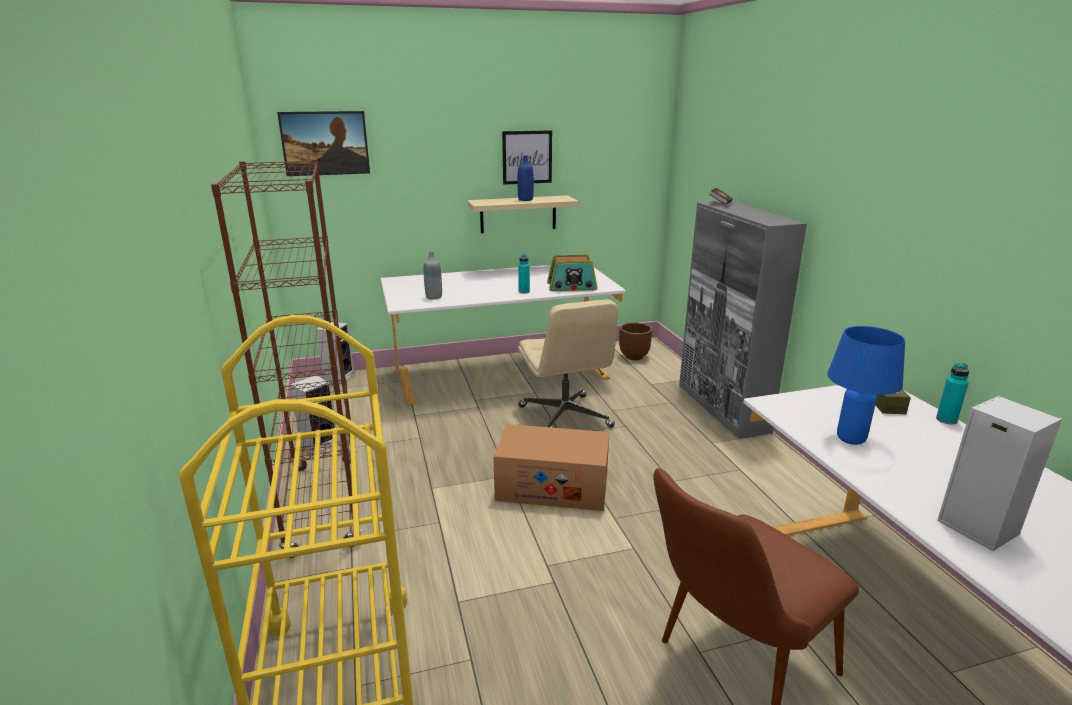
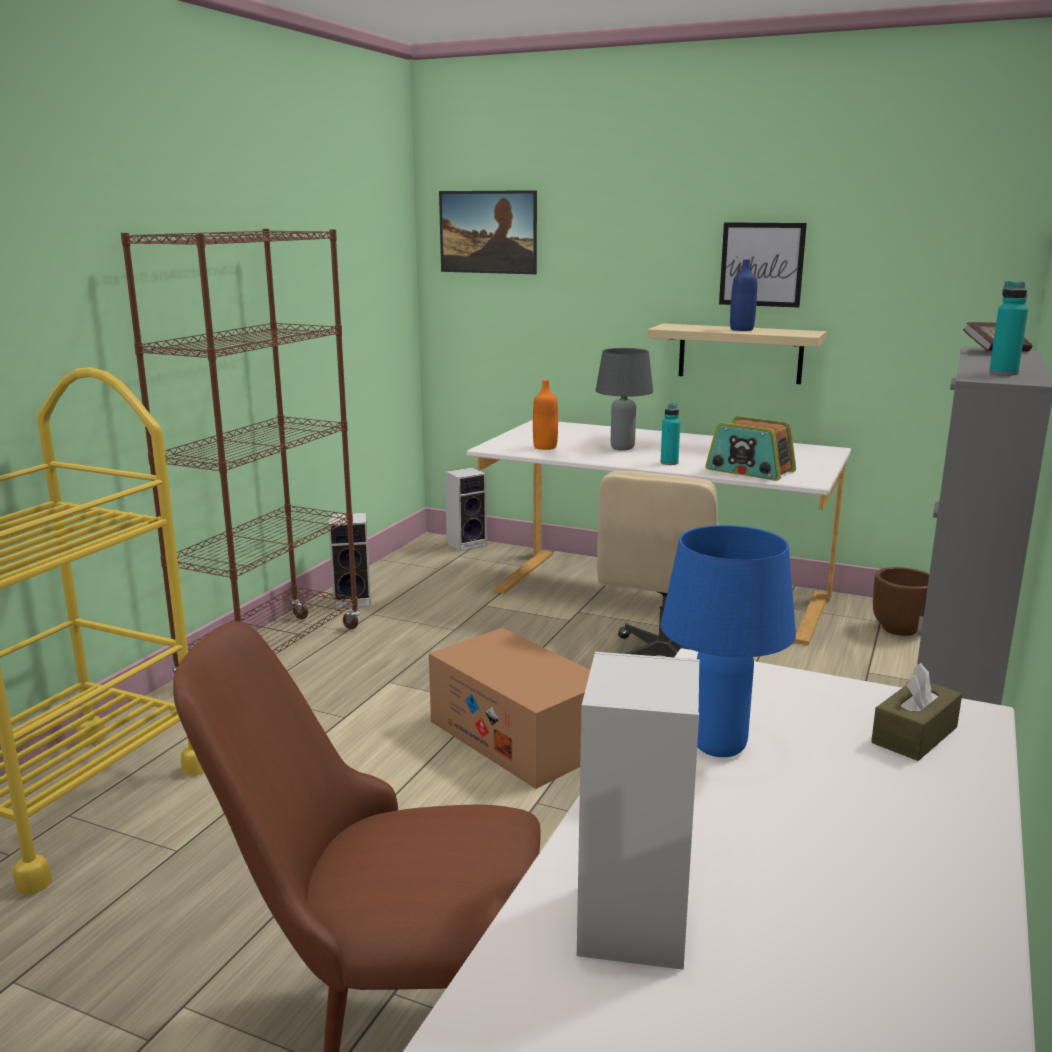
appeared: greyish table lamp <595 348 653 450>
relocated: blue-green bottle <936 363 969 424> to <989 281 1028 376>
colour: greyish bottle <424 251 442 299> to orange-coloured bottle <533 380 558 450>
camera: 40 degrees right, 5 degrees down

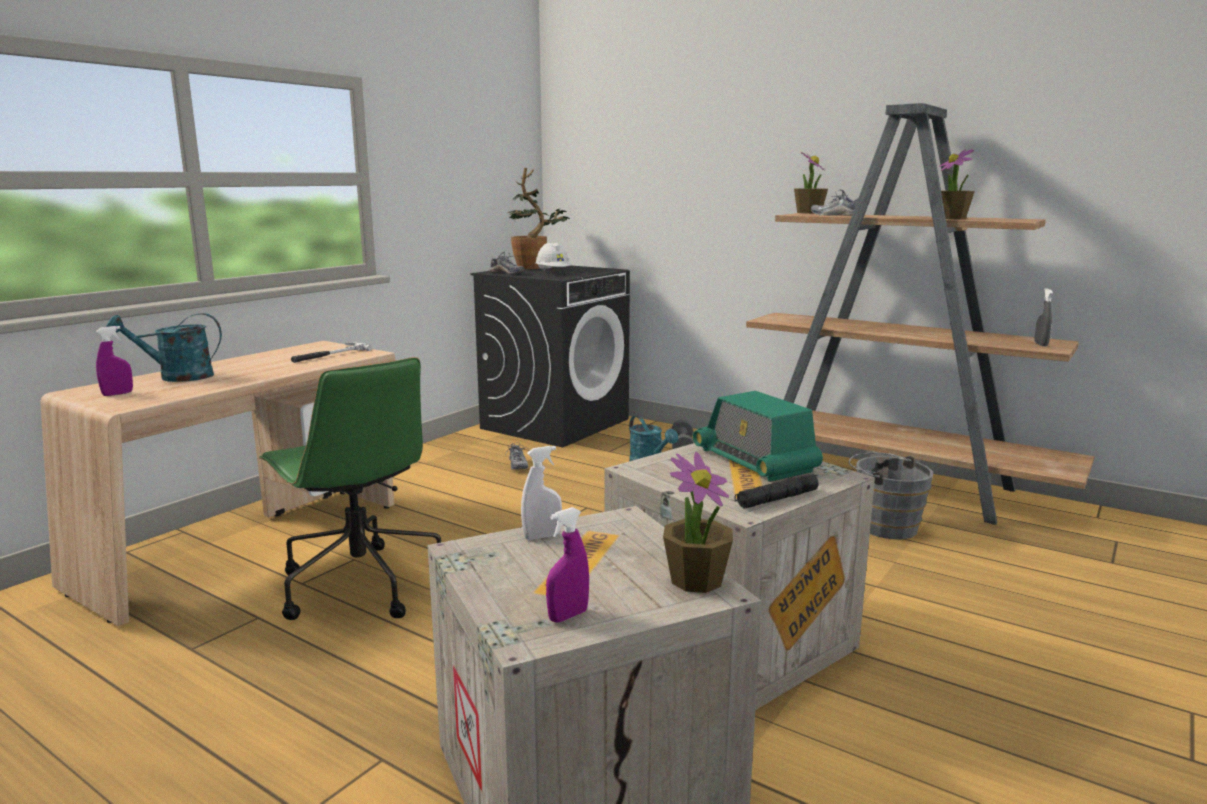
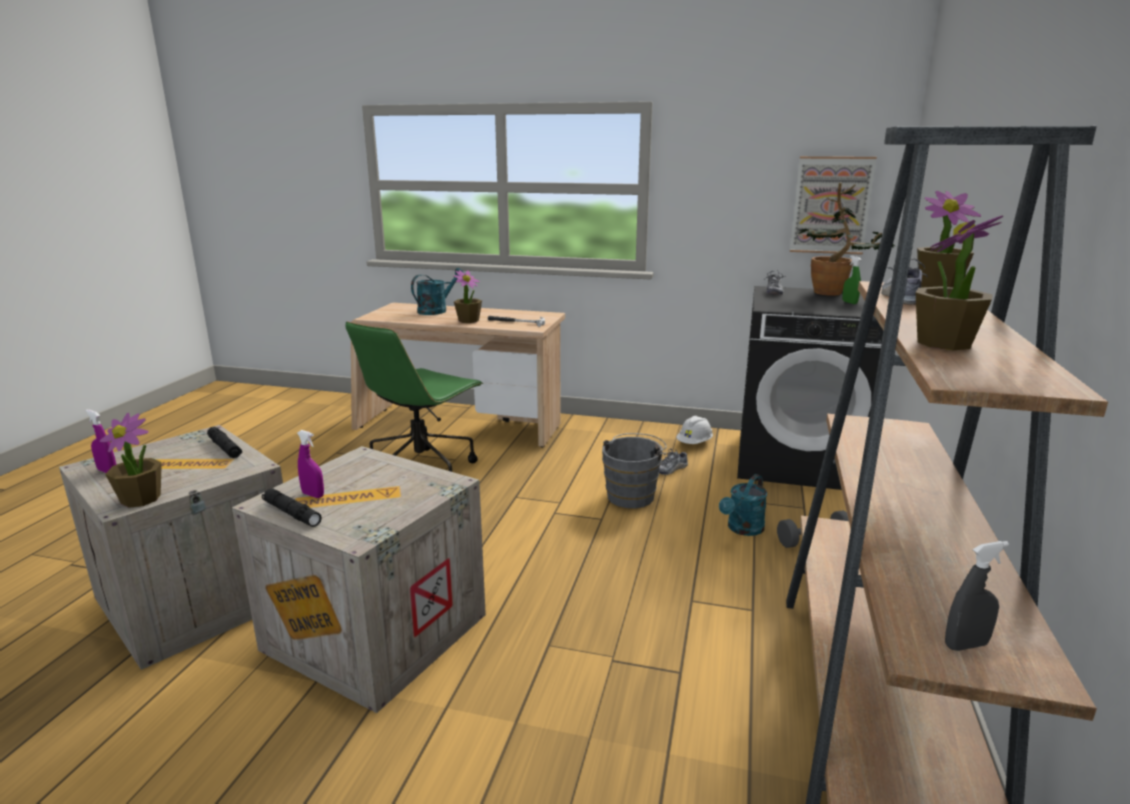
missing: radio <693 391 823 482>
appeared: potted plant <453 270 482 323>; wall picture <790 156 877 255>; greenish spray bottle <842 256 861 304>
relocated: purple spray bottle <96 326 133 396> to <297 430 324 498>; white hard hat <535 243 572 271> to <676 416 713 444>; greyish pail <849 453 933 539> to <602 433 667 508>
exchanged: white spray bottle <521 446 562 540> to black flashlight <207 427 242 458>
spun: blue-green watering can <106 313 222 382> = <411 268 464 315> 75 degrees clockwise
camera: 70 degrees right, 5 degrees up

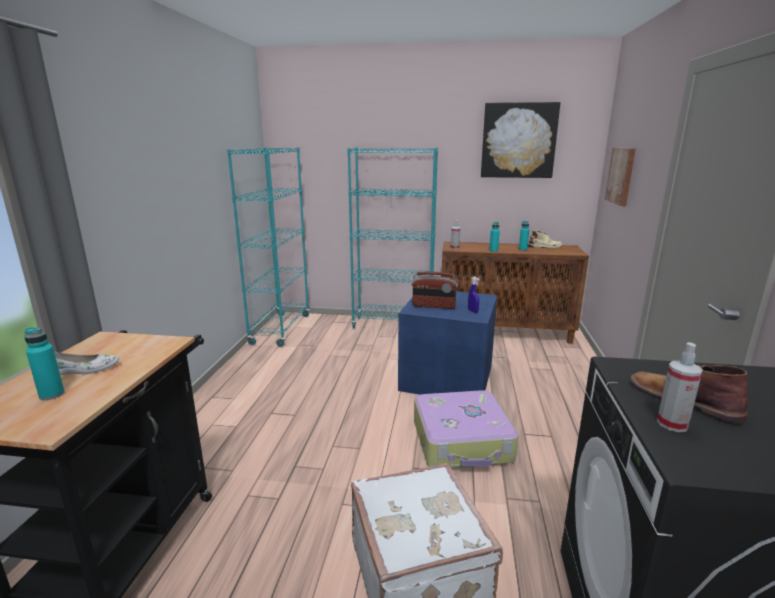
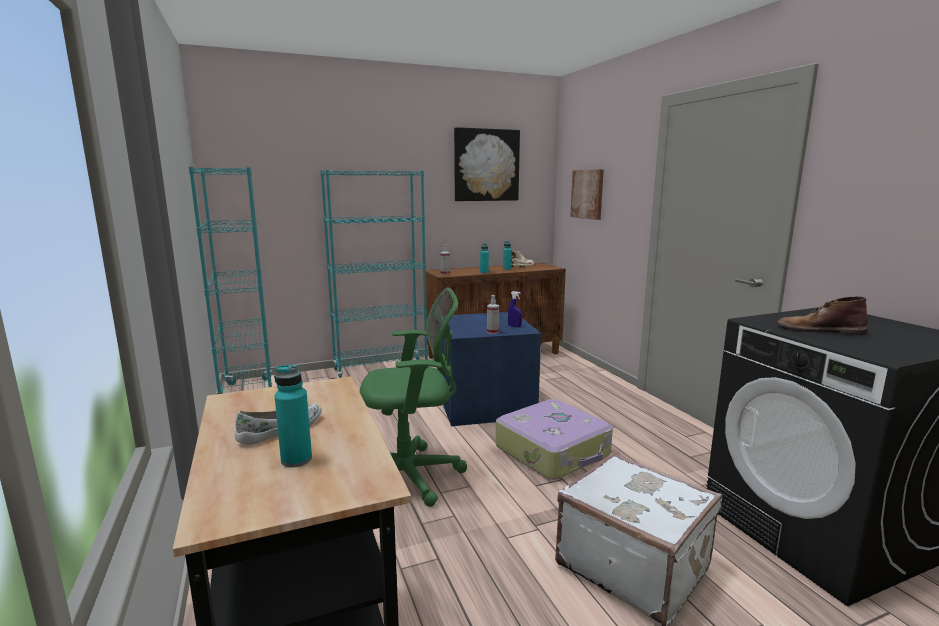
missing: radio <412 272 458 309>
appeared: greenish desk chair <360 287 467 507>
relocated: spray bottle <657 342 703 432> to <487 295 499 334>
camera: 30 degrees left, 5 degrees down

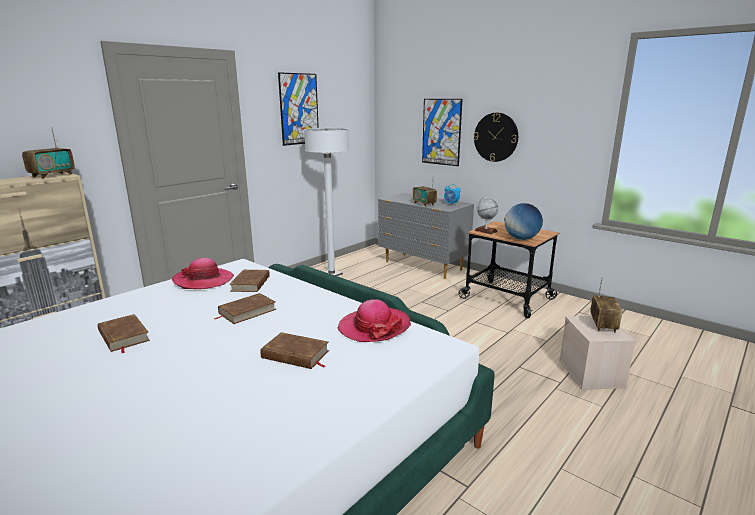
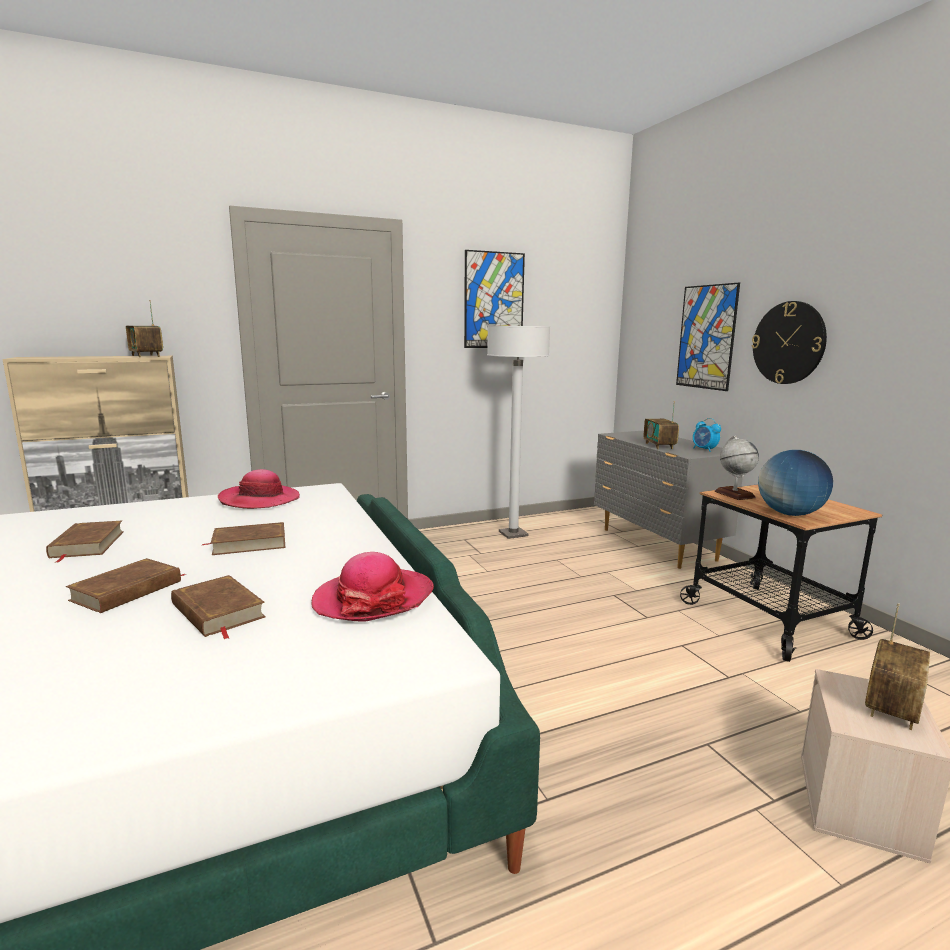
relocated: brownish volume <229 270 270 292> to <66 558 187 613>
spun: radio <22 127 75 179> = <126 300 163 357> 90 degrees clockwise
camera: 25 degrees right, 5 degrees down

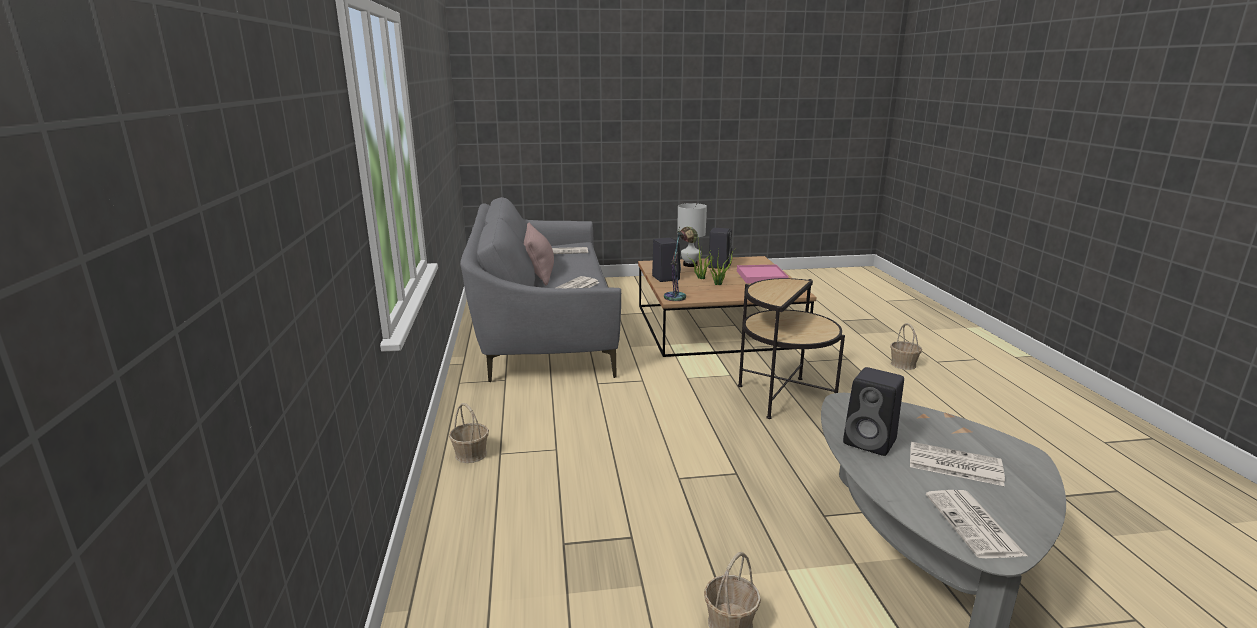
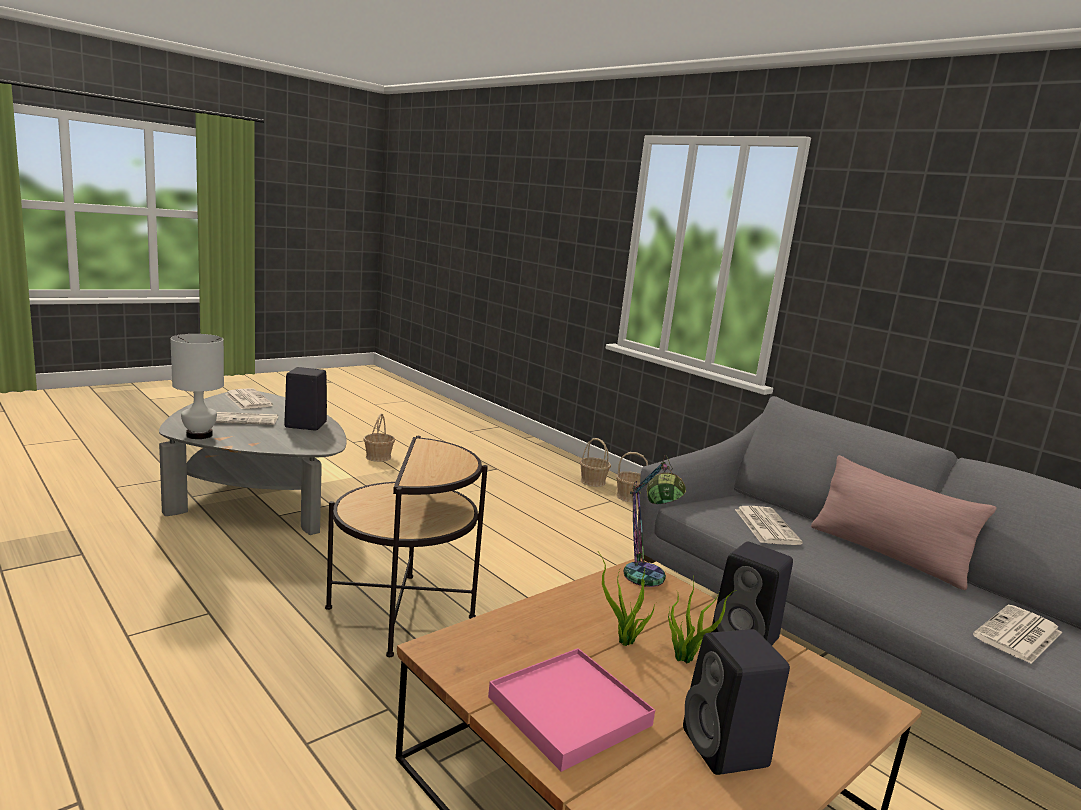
relocated: white table lamp <677 203 707 267> to <170 334 224 439>; household basket <890 323 922 370> to <580 438 611 487>
camera: 145 degrees right, 5 degrees down

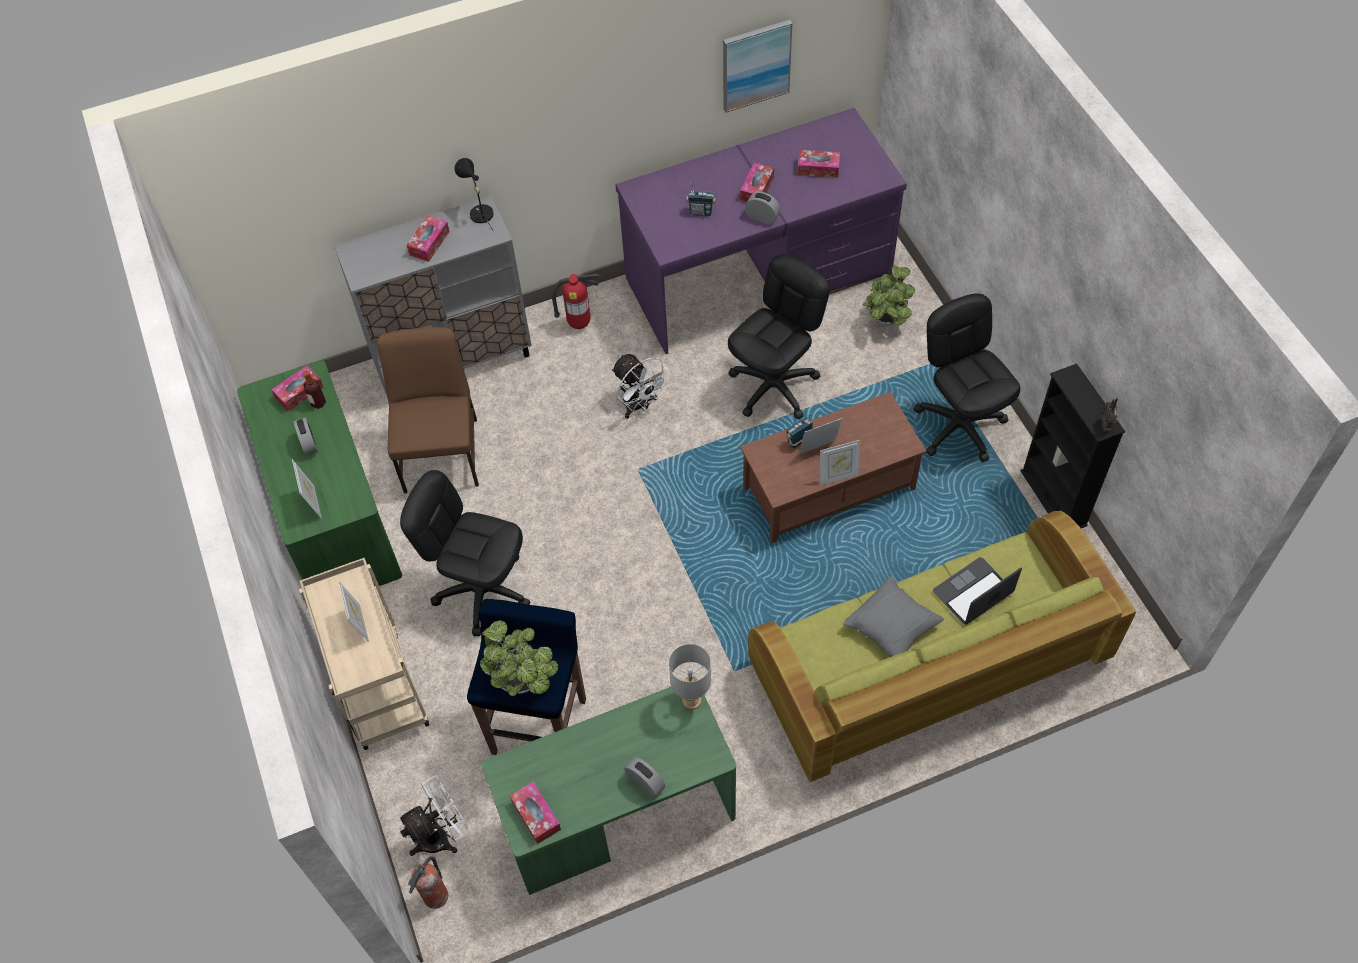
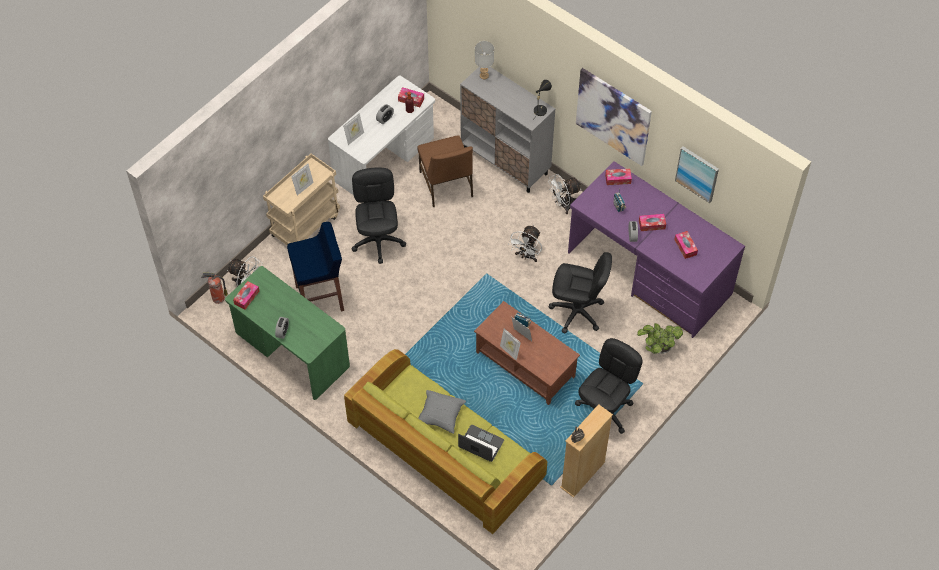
missing: potted plant <480 620 558 696>
appeared: wall picture <576 68 652 166>
relocated: box of tissues <406 215 450 262> to <605 169 632 185>; greyish table lamp <669 644 711 710> to <475 41 494 79>
exchanged: extinguisher <552 274 601 329> to white cooling fan <548 174 581 214>
colour: greenish desk unit <237 360 402 586> to white desk unit <328 75 435 195>; black bookshelf <1020 364 1125 528> to sand-coloured bookshelf <560 404 613 498>
spun: brownish upright chair <377 327 479 494> = <418 135 473 207> 105 degrees clockwise
camera: 60 degrees right, 0 degrees up

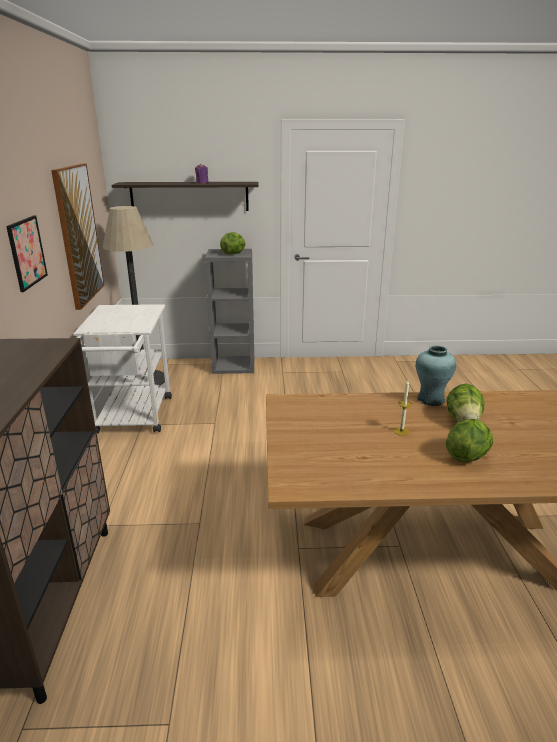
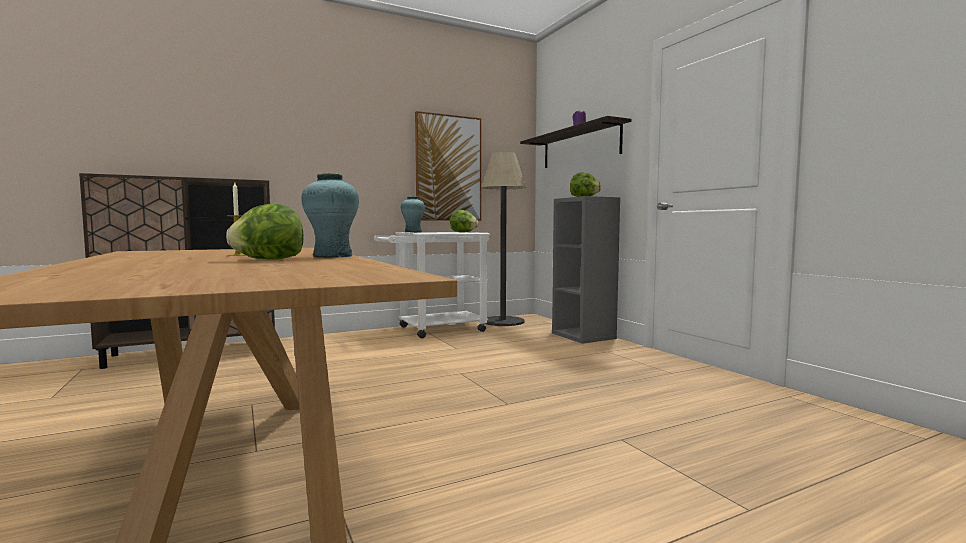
missing: wall picture <6 215 48 292>
appeared: blue-green flower vase <401 196 425 233>
relocated: head of lettuce <446 419 493 463> to <450 210 478 233>
camera: 65 degrees right, 20 degrees down

